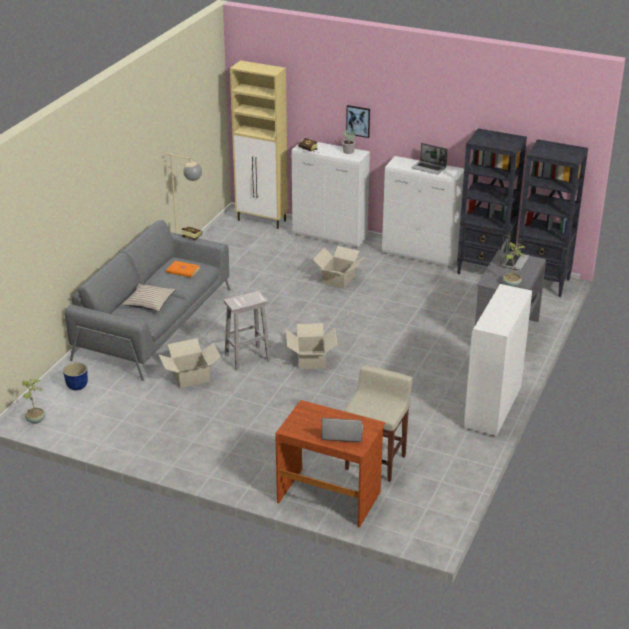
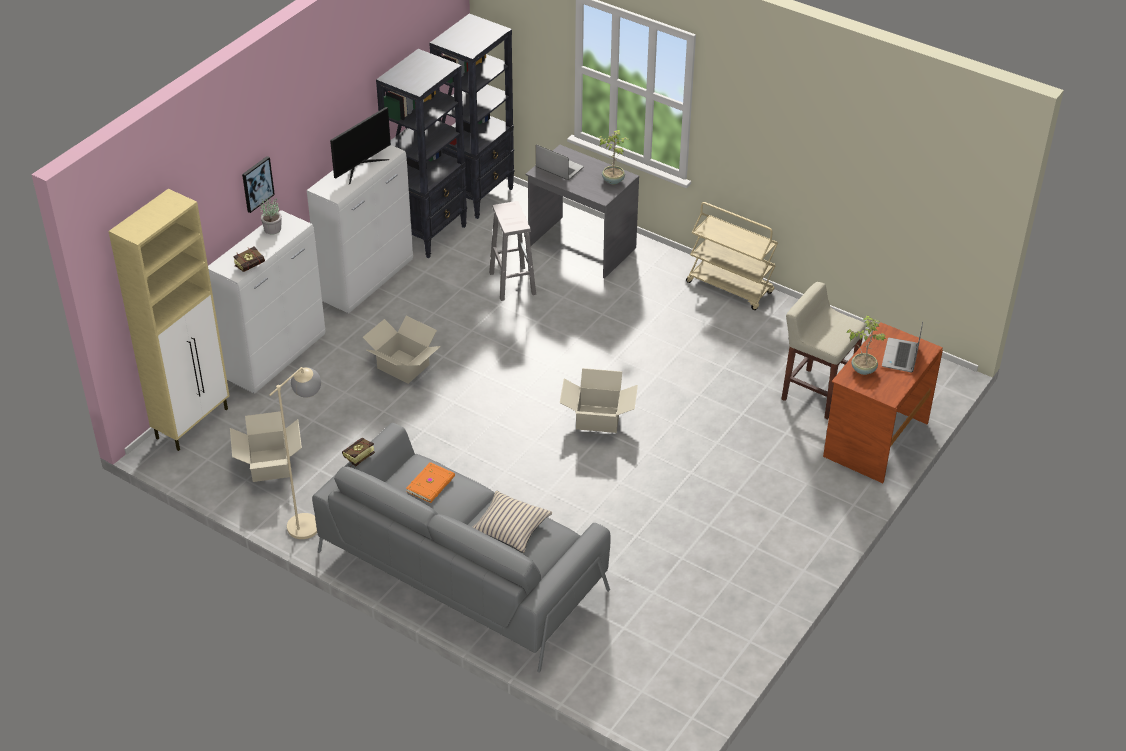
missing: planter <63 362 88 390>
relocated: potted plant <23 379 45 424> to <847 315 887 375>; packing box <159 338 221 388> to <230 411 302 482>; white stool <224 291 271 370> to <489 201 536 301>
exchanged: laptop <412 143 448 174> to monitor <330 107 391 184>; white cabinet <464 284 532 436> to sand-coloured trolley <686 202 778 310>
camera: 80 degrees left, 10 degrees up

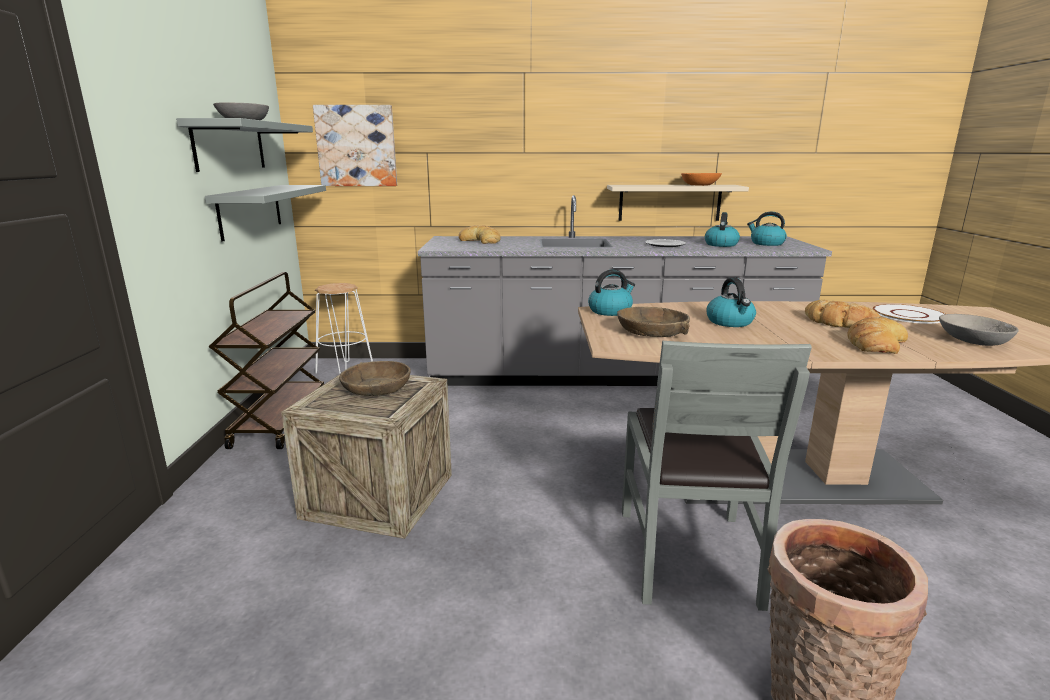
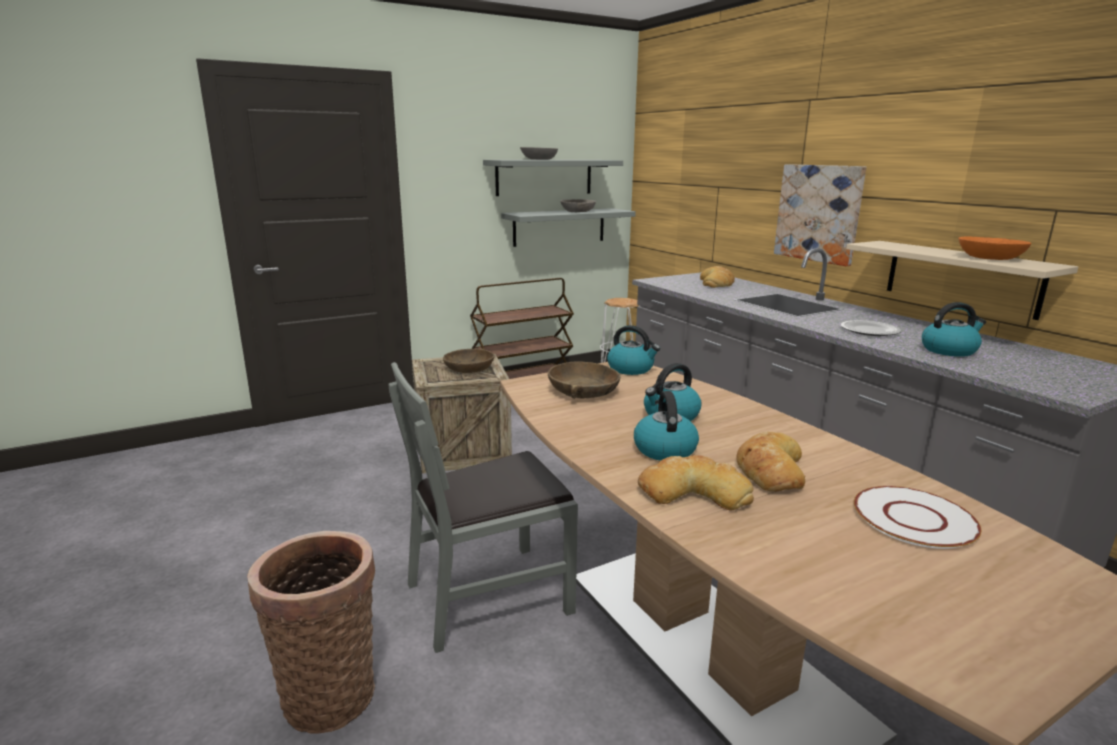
relocated: wall picture <313 105 397 186> to <774 164 866 266>; tea kettle <747 212 787 246> to <634 391 699 461>; greyish serving bowl <939 314 1019 346> to <560 199 596 212>
camera: 60 degrees right, 0 degrees up

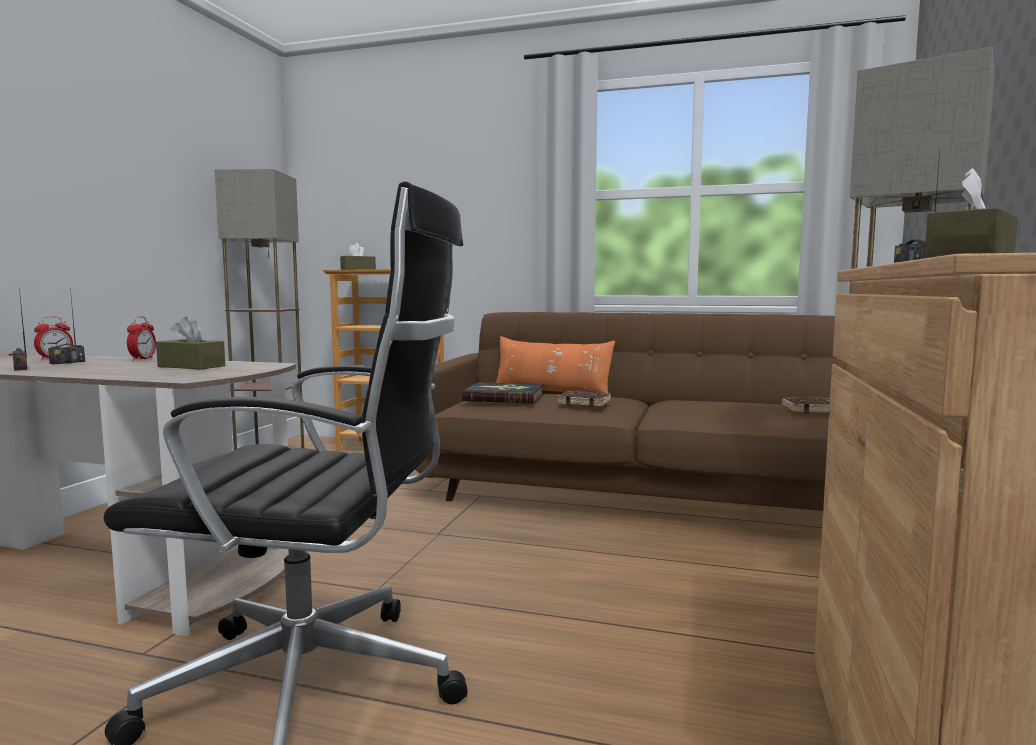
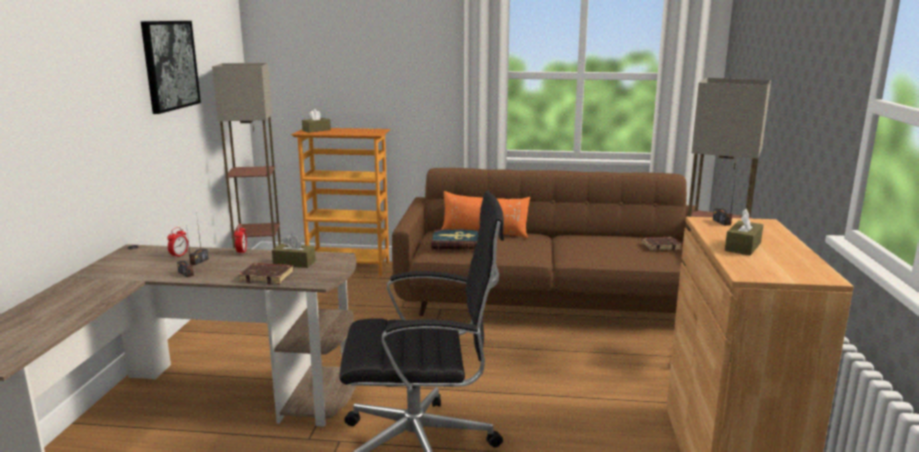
appeared: wall picture <141 21 201 114>
relocated: brownish volume <557 390 611 407> to <238 263 294 284>
camera: 10 degrees left, 10 degrees up

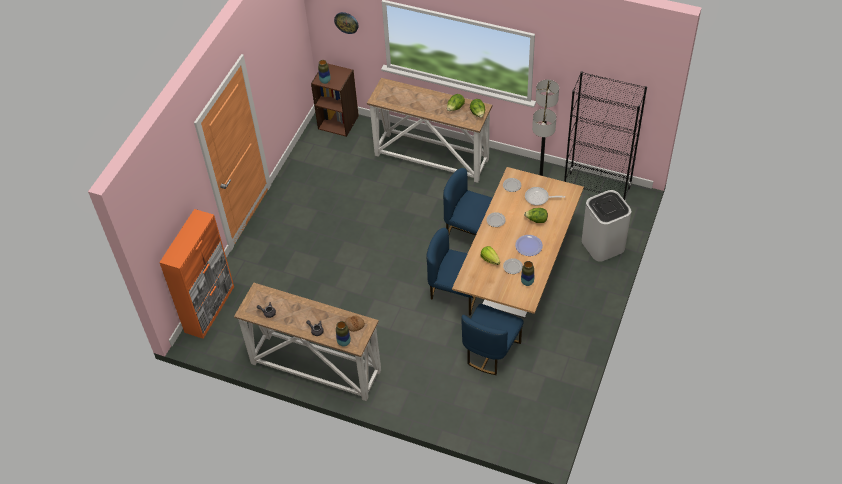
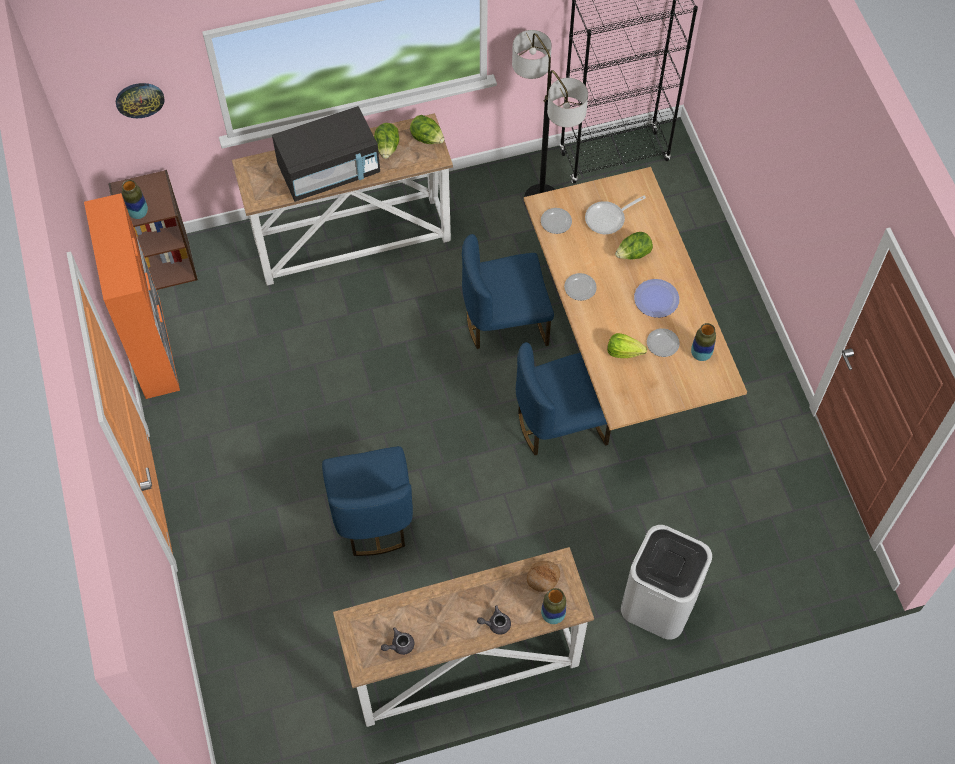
appeared: black microwave <272 106 380 202>
relocated: orange-coloured cabinet <159 209 234 339> to <84 193 180 399>; bluish upright chair <462 304 524 375> to <322 446 413 556>; white rubbish bin <582 190 631 262> to <621 525 712 640>
camera: 40 degrees left, 10 degrees up

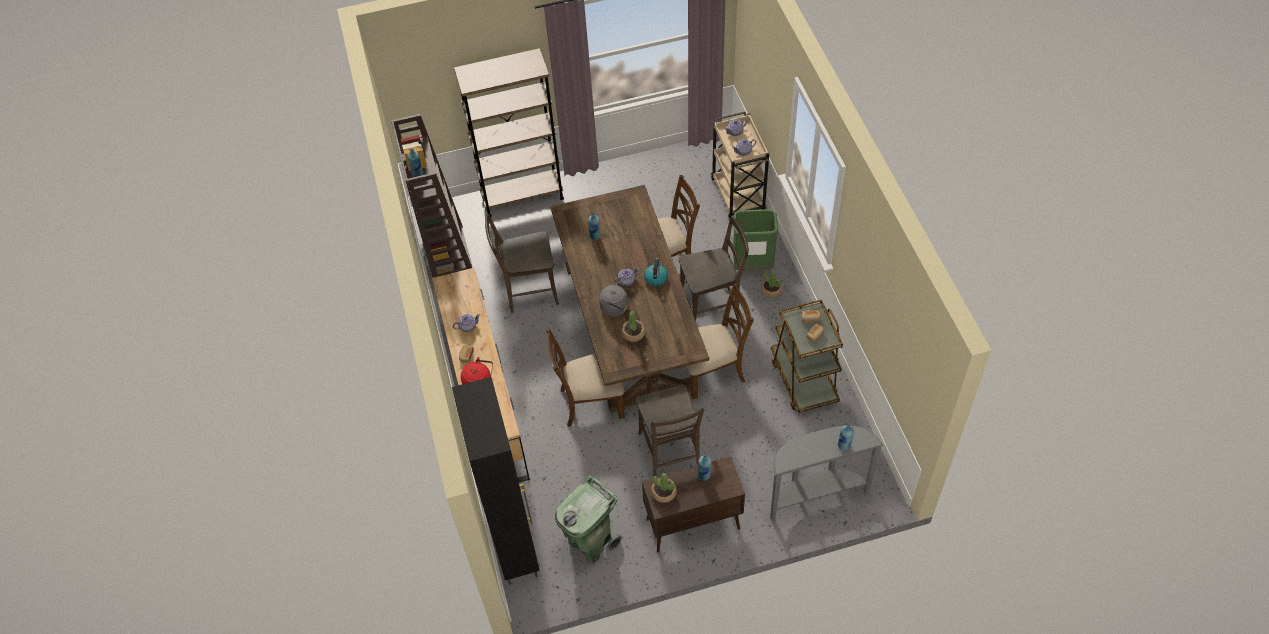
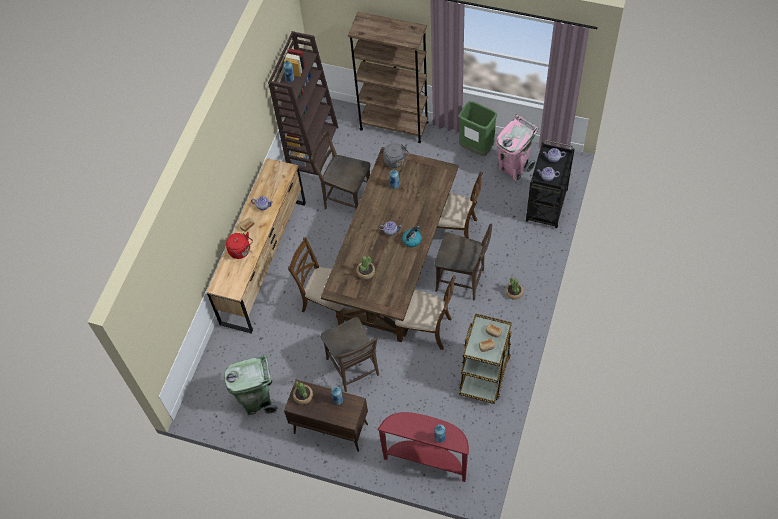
missing: black cabinet <452 377 540 585>
appeared: pinkish rubbish bin <495 115 539 181>
relocated: greyish tea kettle <599 282 632 317> to <383 143 409 168>; greenish rubbish bin <733 209 778 271> to <459 101 497 156>
colour: sand-coloured trolley <711 112 769 219> to black trolley <526 140 575 228>; greyish console table <770 426 883 521> to reddish console table <377 412 469 482>
spun: brownish upright chair <636 385 704 476> = <321 317 379 392> 45 degrees counterclockwise
camera: 35 degrees right, 5 degrees up

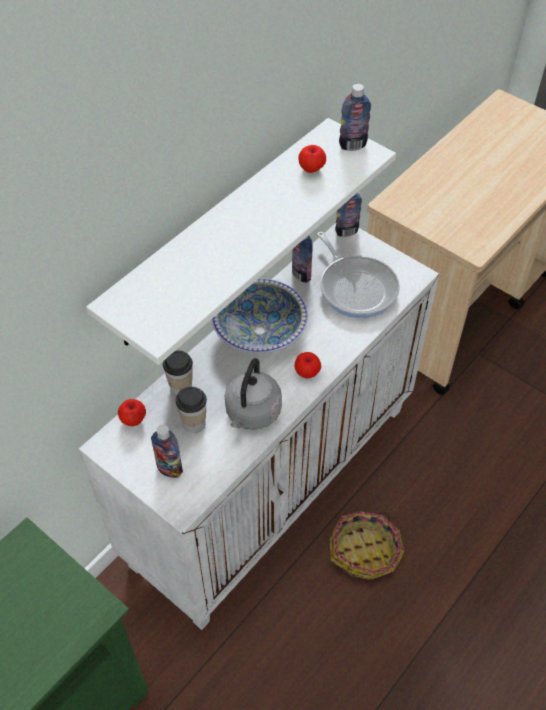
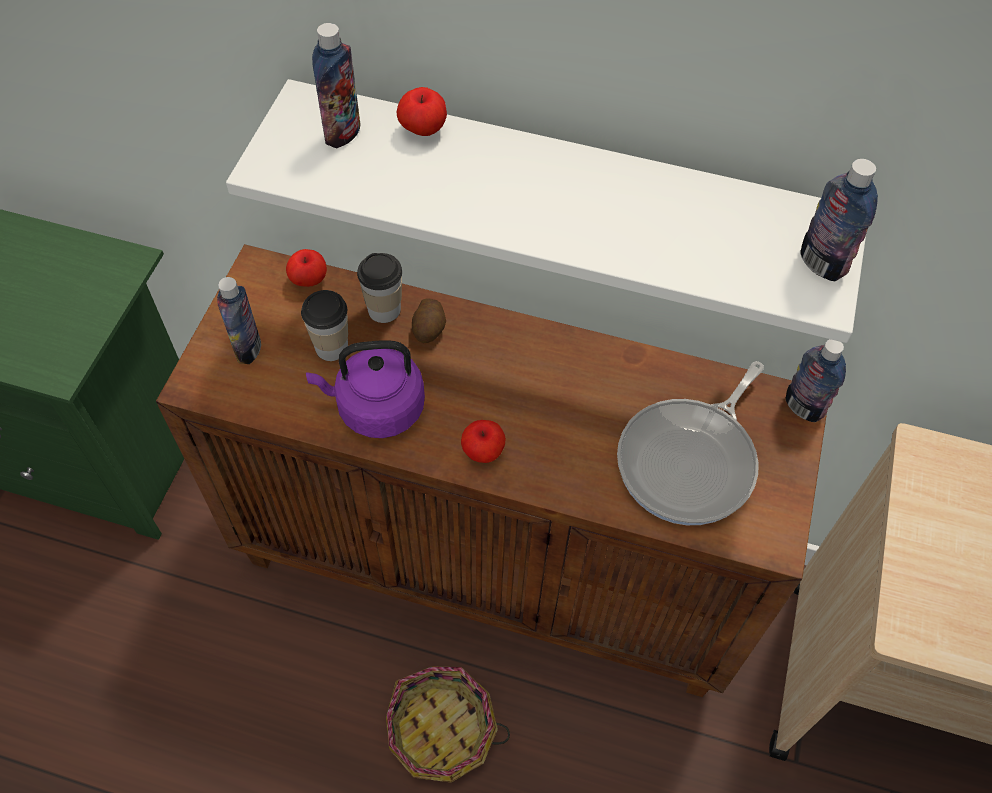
missing: serving bowl <211 278 308 353>
appeared: spud <412 298 446 343>
relocated: bottle <292 235 313 283> to <312 23 360 148>; whole apple <298 145 326 173> to <396 87 447 136>
colour: white cabinet <79 223 439 630> to brownish cabinet <156 244 827 697>; greyish tea kettle <225 358 282 430> to purple tea kettle <306 340 425 438>
camera: 65 degrees right, 5 degrees up

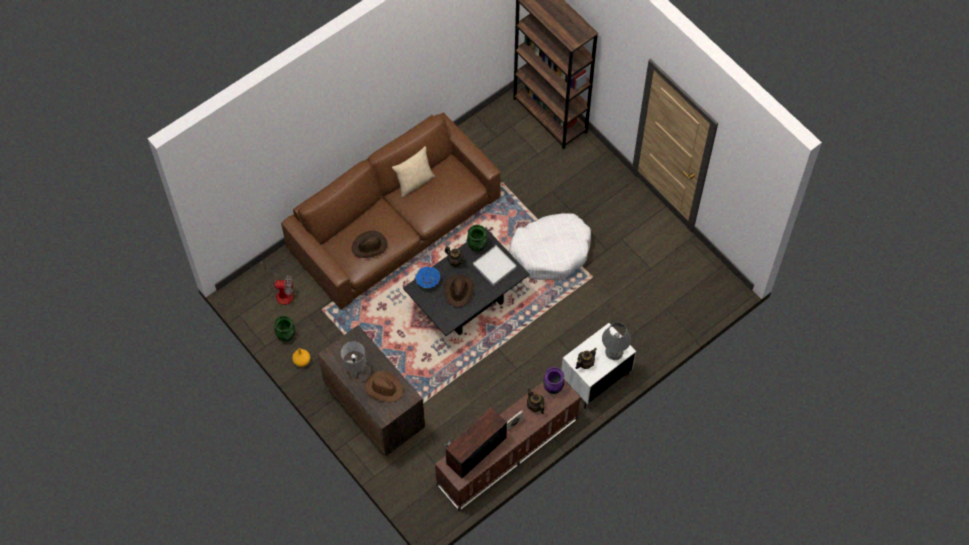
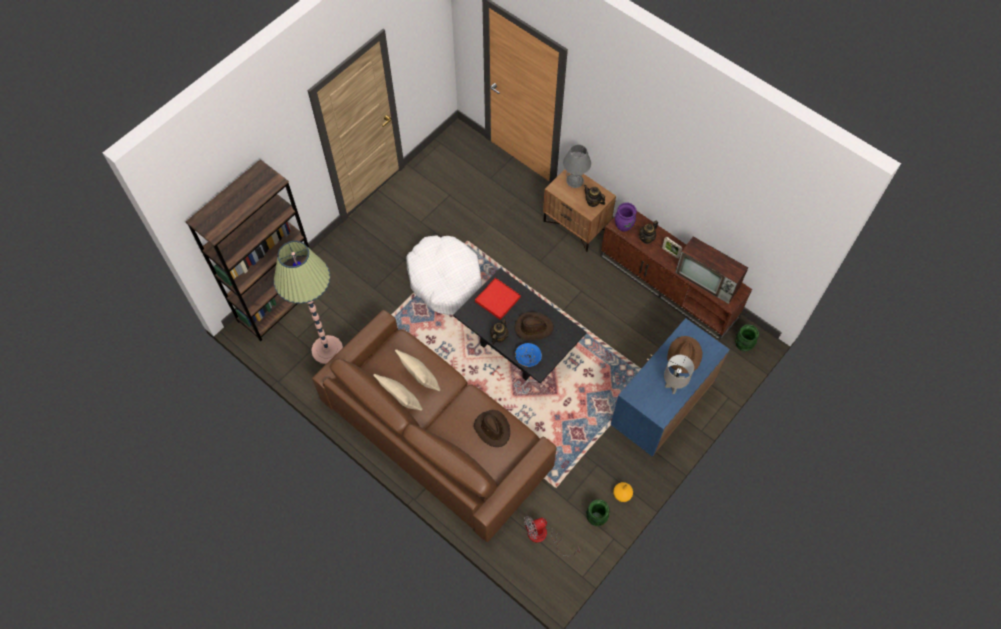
appeared: standing lamp <274 241 343 364>; sand-coloured throw pillow <395 349 441 391>
relocated: greenish flower vase <467 225 487 251> to <735 324 759 351>
colour: brownish cabinet <318 325 425 456> to bluish cabinet <611 318 730 457>; white tray <473 246 517 286> to reddish tray <475 278 521 320>; white bedside table <561 323 636 409> to brownish bedside table <543 169 616 252>
spun: cooling fan <261 261 293 305> = <524 516 580 556> 105 degrees counterclockwise
camera: 100 degrees left, 0 degrees up

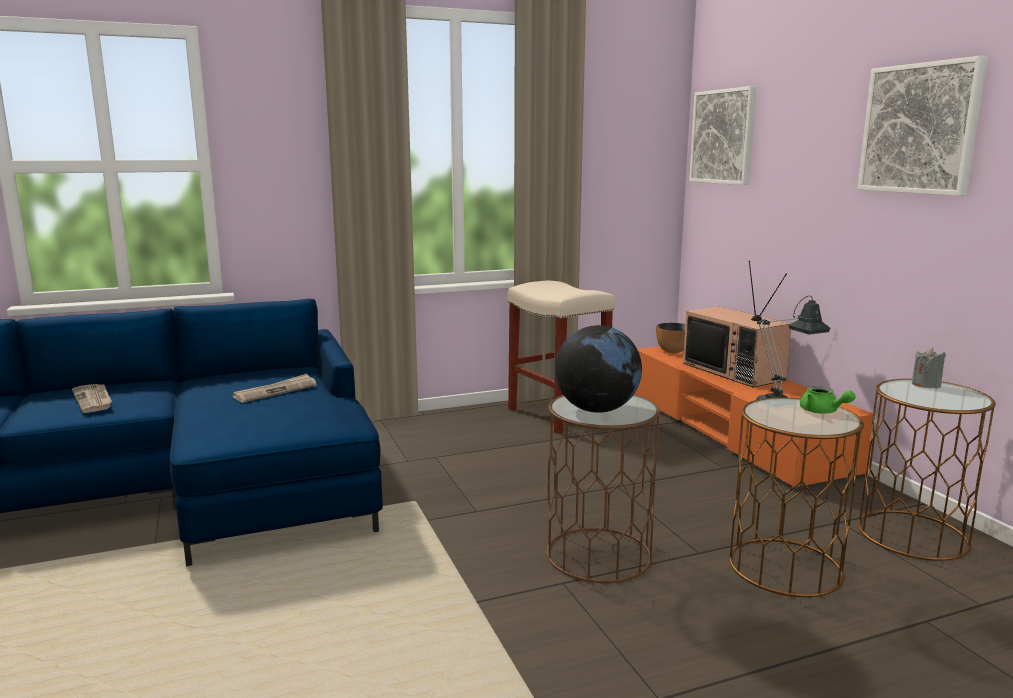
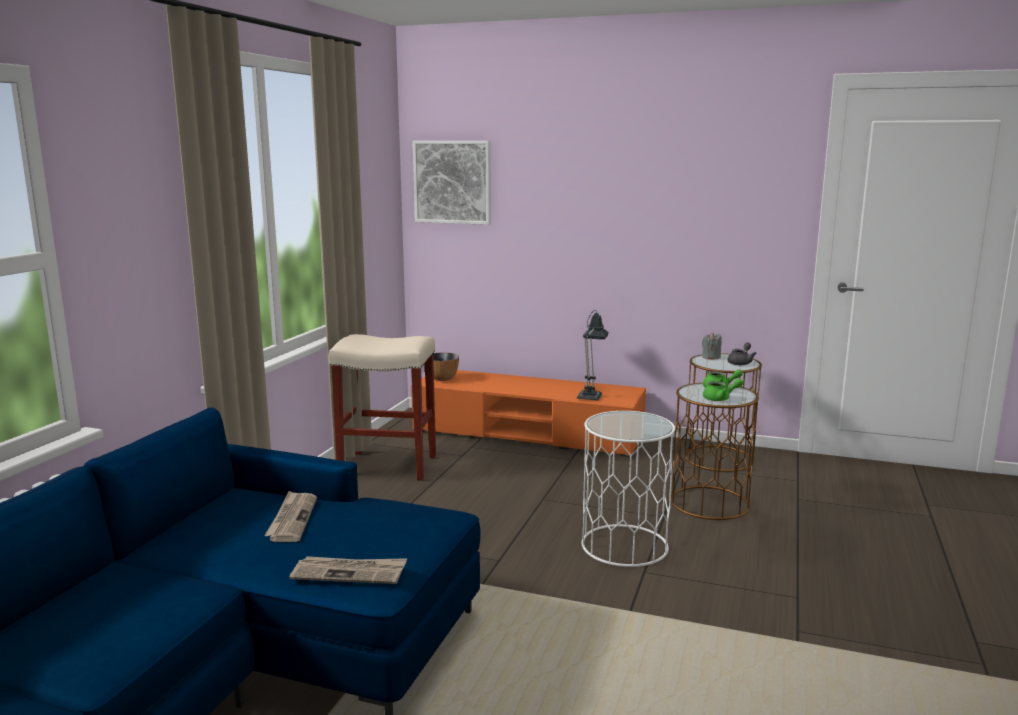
missing: world globe <555 325 642 413>; TV <683 261 791 388>; wall picture <857 56 988 196>
appeared: greenish tea pot <703 378 744 401>; greyish tea pot <728 342 757 365>
relocated: daily paper <72 384 112 413> to <290 556 407 584>
colour: brownish side table <546 395 660 583> to white side table <581 411 675 567>
camera: 50 degrees left, 0 degrees up

